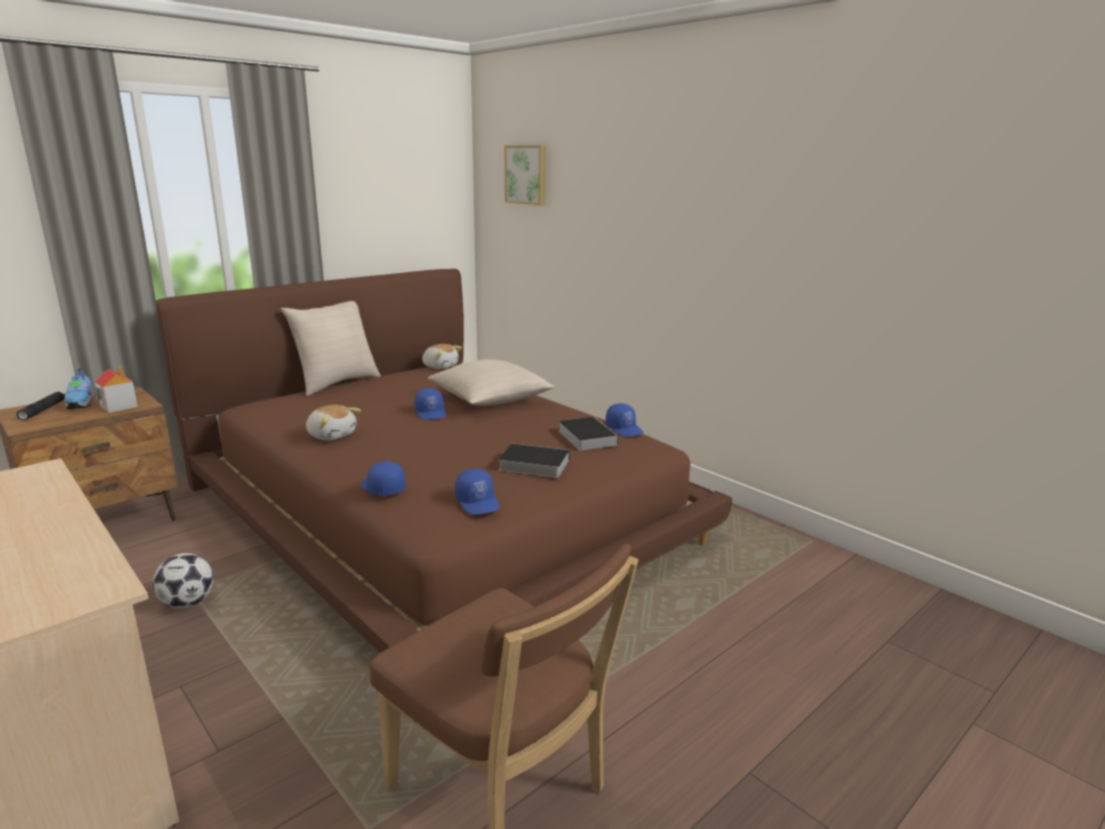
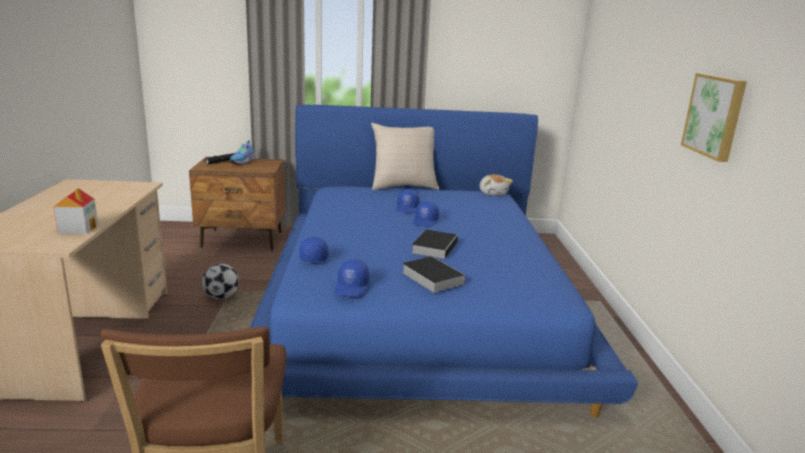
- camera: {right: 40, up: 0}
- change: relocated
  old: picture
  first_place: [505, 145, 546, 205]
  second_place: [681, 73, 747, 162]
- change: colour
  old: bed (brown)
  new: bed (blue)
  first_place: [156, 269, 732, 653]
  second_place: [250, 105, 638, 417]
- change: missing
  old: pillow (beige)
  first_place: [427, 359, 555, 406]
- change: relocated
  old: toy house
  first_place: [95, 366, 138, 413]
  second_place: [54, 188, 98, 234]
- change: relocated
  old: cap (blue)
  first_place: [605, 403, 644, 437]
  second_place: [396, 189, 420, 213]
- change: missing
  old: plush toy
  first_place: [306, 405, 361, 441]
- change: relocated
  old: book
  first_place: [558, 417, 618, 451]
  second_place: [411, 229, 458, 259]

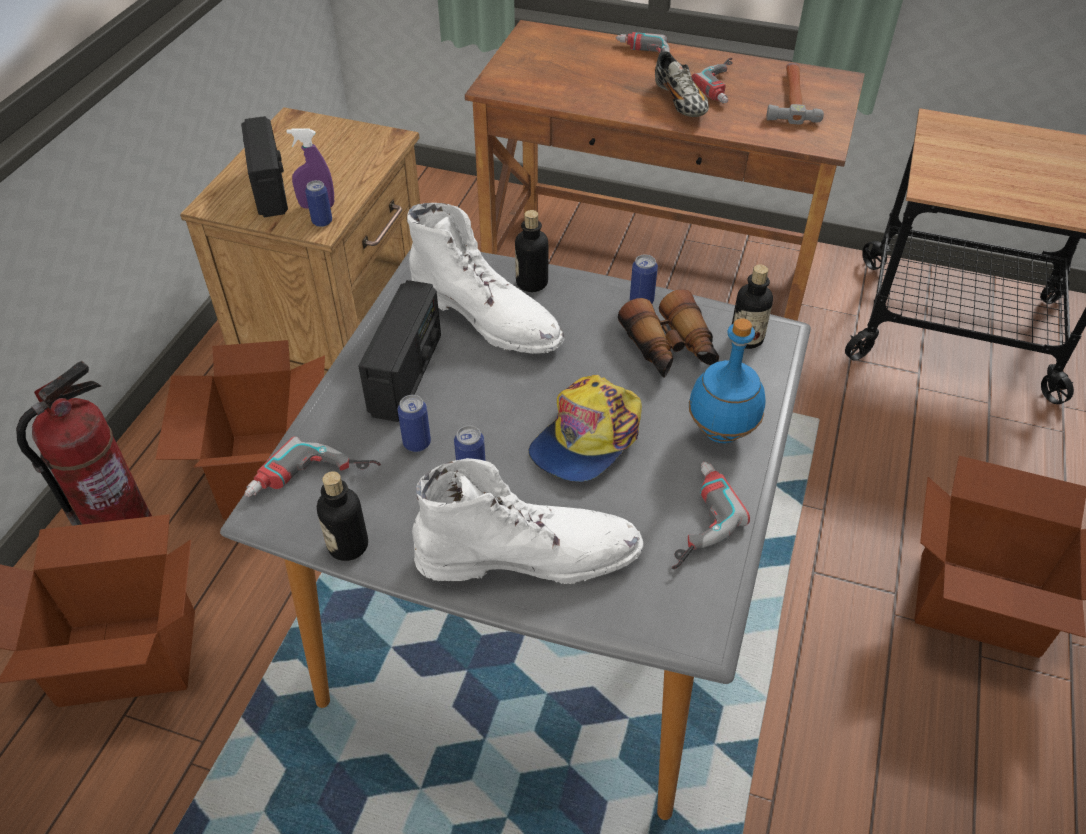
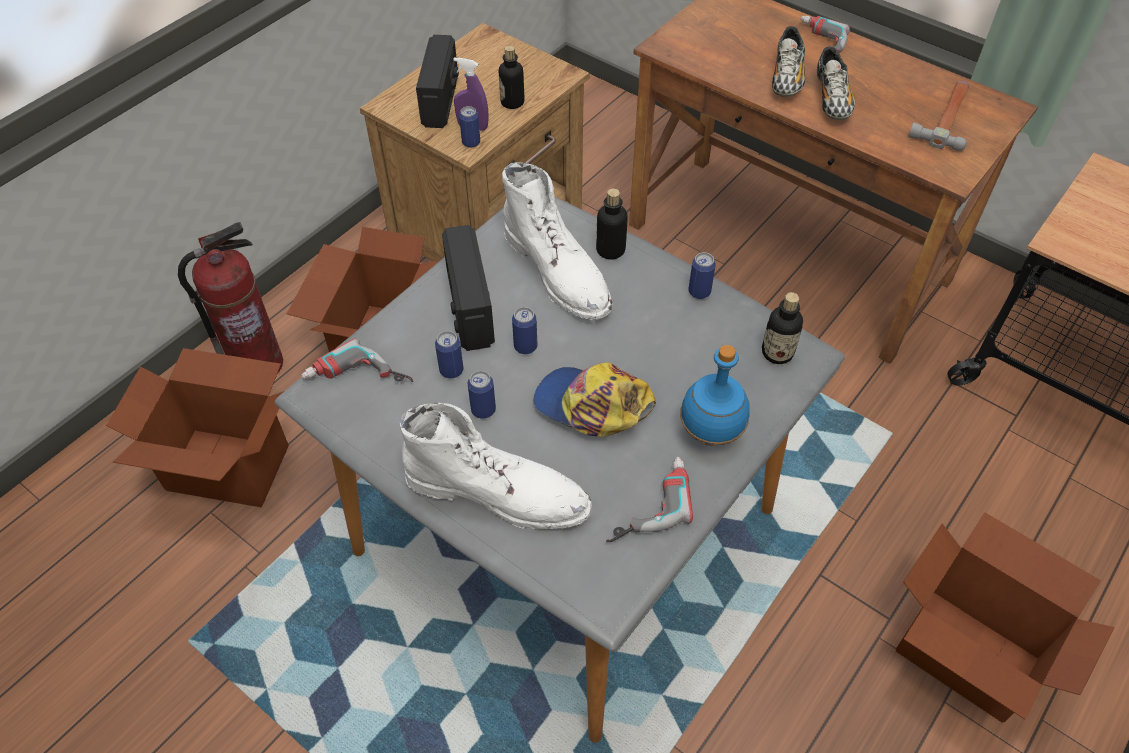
- camera: {right: 20, up: 5}
- change: missing
  old: power drill
  first_place: [692, 58, 733, 103]
- change: spun
  old: radio
  first_place: [358, 280, 441, 422]
  second_place: [442, 225, 495, 351]
  degrees: 135
- change: missing
  old: binoculars
  first_place: [618, 289, 719, 378]
- change: spun
  old: cap
  first_place: [528, 375, 642, 482]
  second_place: [534, 363, 656, 437]
  degrees: 60
- change: relocated
  old: bottle
  first_place: [317, 471, 368, 561]
  second_place: [499, 45, 524, 109]
- change: appeared
  new: shoe
  second_place: [772, 26, 805, 97]
- change: appeared
  new: can
  second_place: [512, 307, 537, 354]

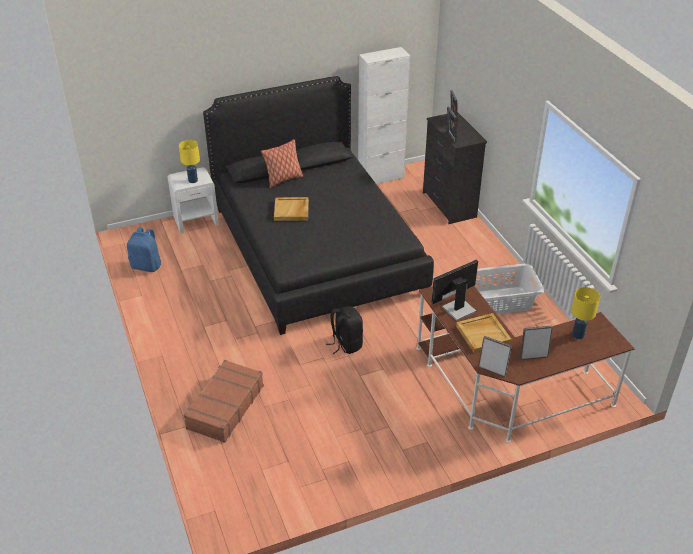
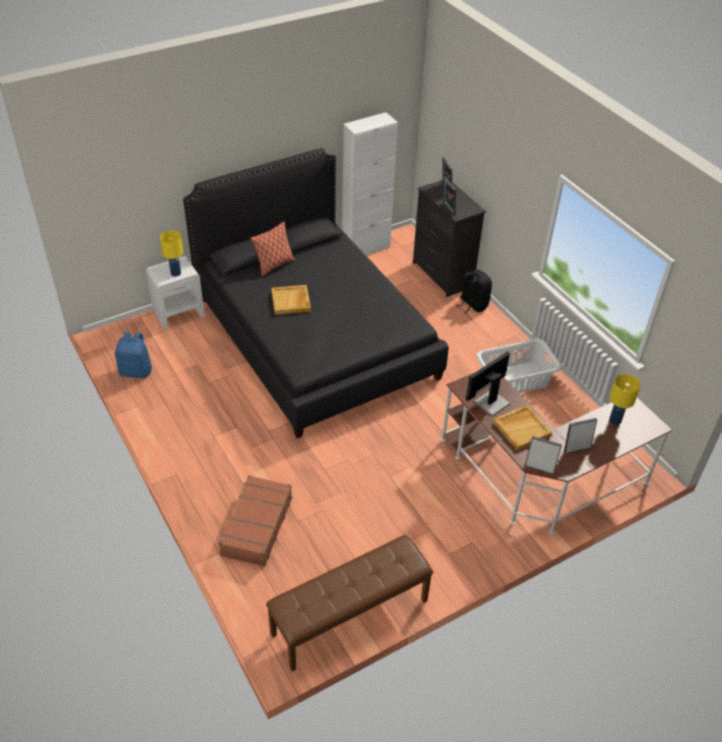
- camera: {right: -10, up: 5}
- change: relocated
  old: backpack (black)
  first_place: [326, 306, 363, 354]
  second_place: [456, 270, 492, 314]
- change: appeared
  new: bench (brown)
  second_place: [266, 535, 433, 671]

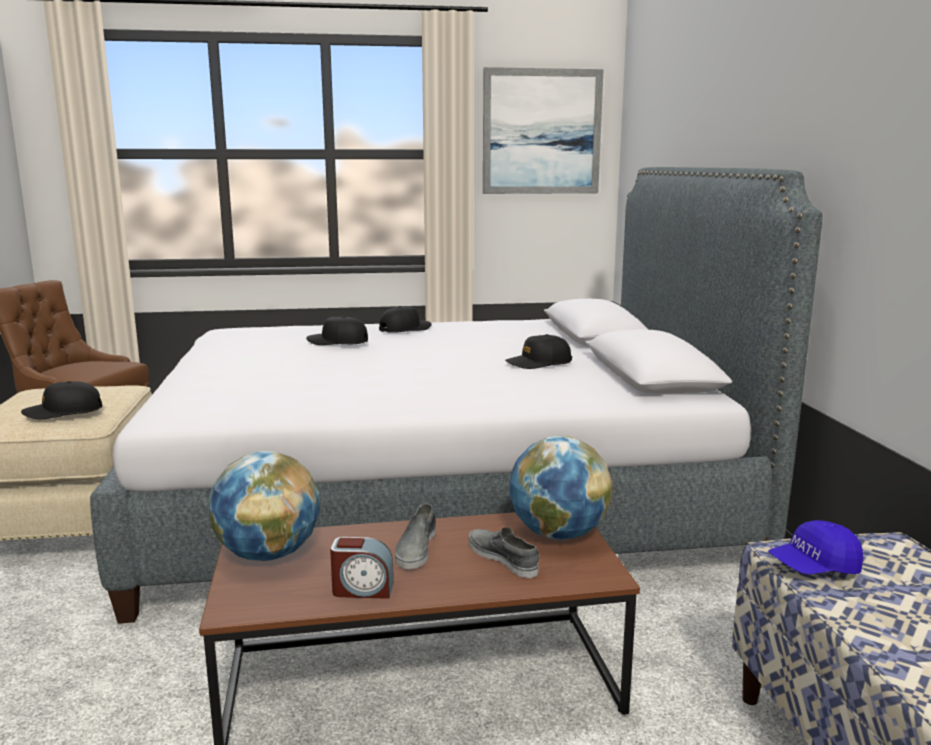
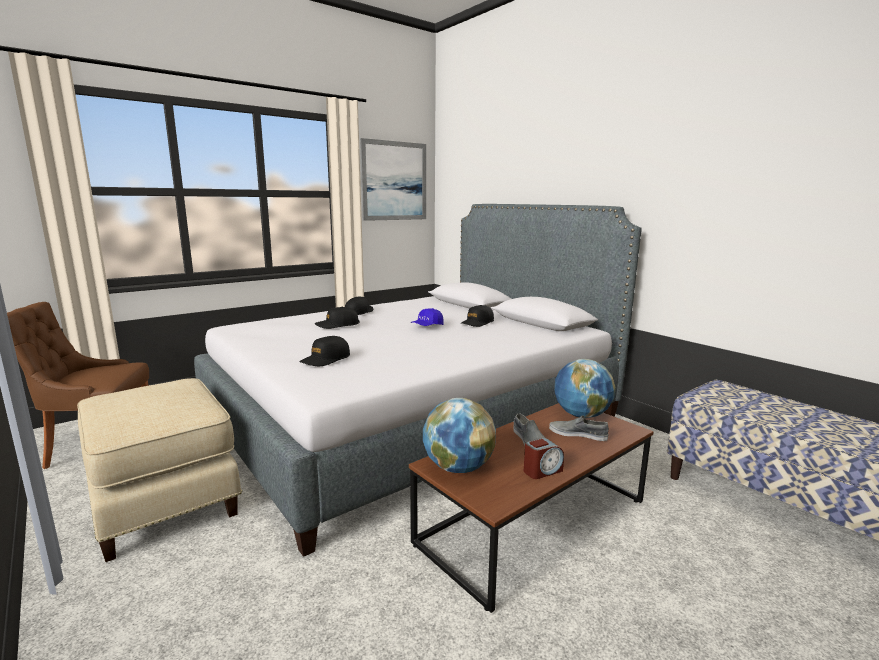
- camera: {right: -30, up: 0}
- change: relocated
  old: cap (black)
  first_place: [21, 381, 102, 419]
  second_place: [299, 336, 350, 366]
- change: relocated
  old: cap (blue)
  first_place: [768, 520, 863, 574]
  second_place: [411, 308, 443, 326]

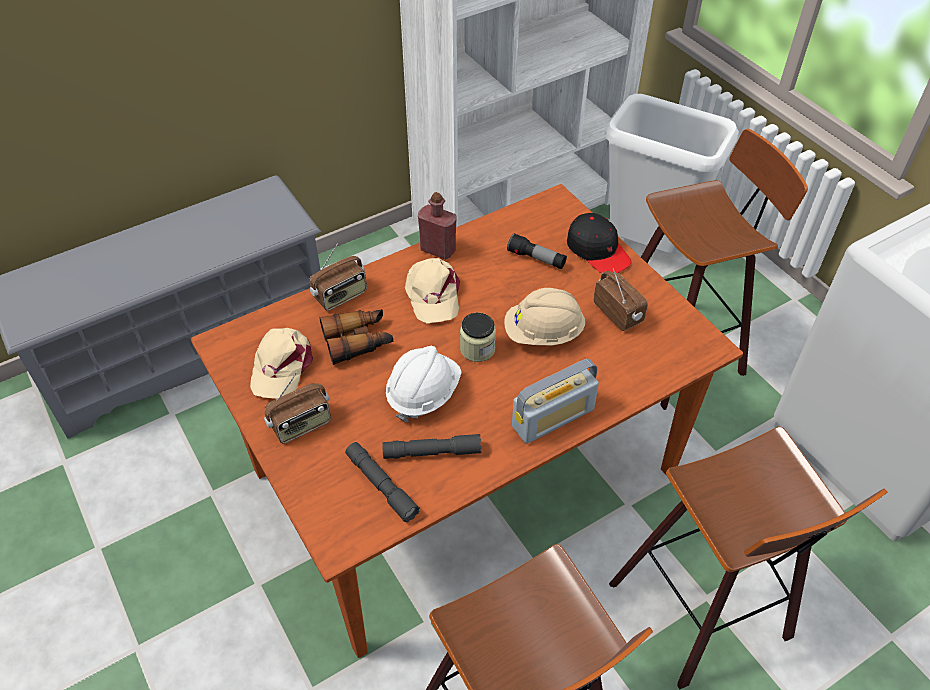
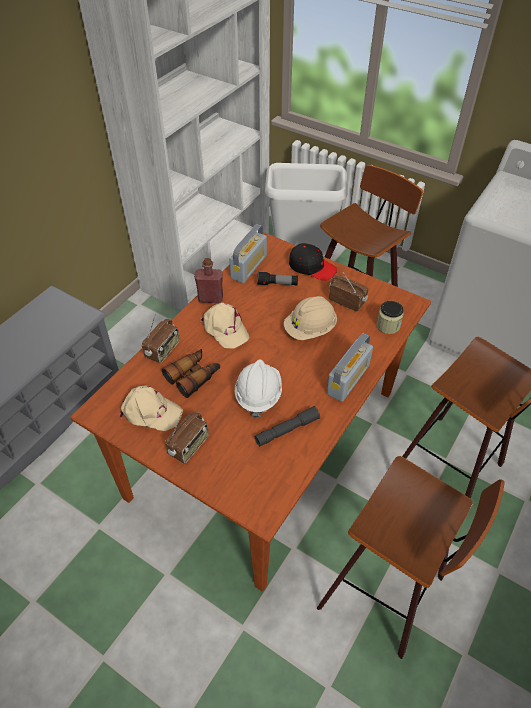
- camera: {right: -25, up: 0}
- change: relocated
  old: jar
  first_place: [460, 312, 496, 362]
  second_place: [376, 301, 404, 334]
- change: spun
  old: cap (beige)
  first_place: [250, 328, 313, 399]
  second_place: [119, 385, 183, 431]
  degrees: -60
- change: missing
  old: flashlight (grey)
  first_place: [345, 442, 420, 522]
- change: appeared
  new: radio
  second_place: [230, 224, 267, 283]

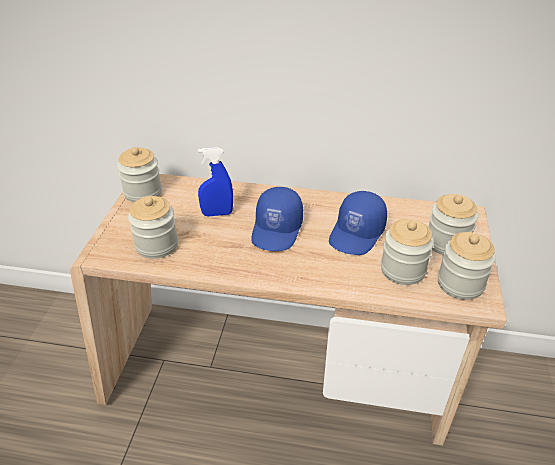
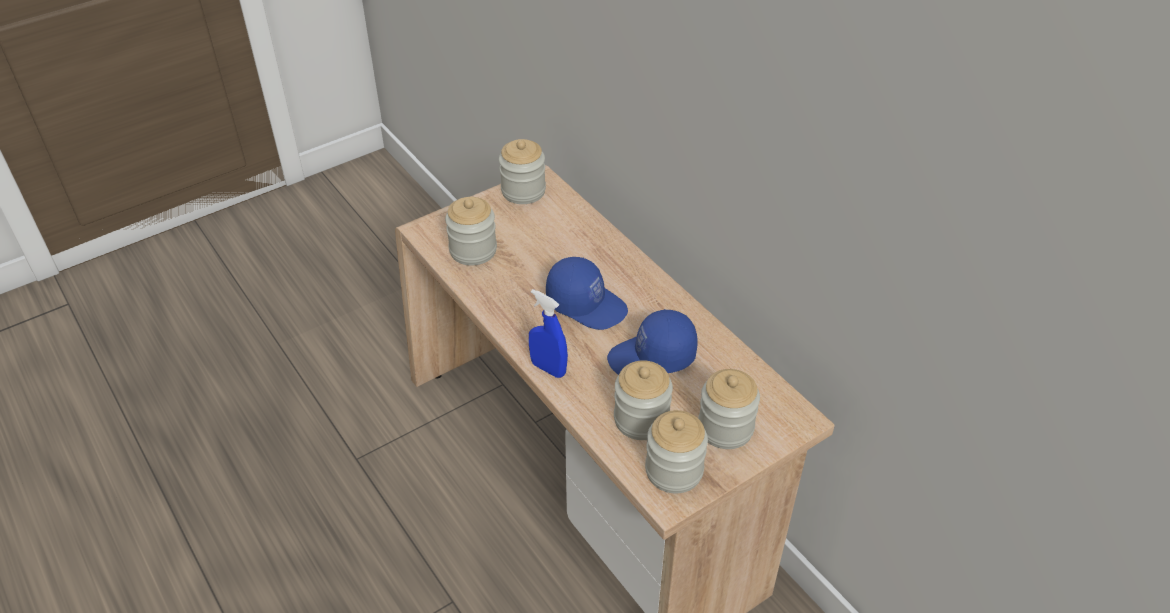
- camera: {right: 45, up: 5}
- change: relocated
  old: spray bottle (blue)
  first_place: [198, 147, 233, 217]
  second_place: [529, 289, 568, 378]
- change: spun
  old: cap (blue)
  first_place: [251, 187, 303, 251]
  second_place: [546, 257, 628, 330]
  degrees: -120

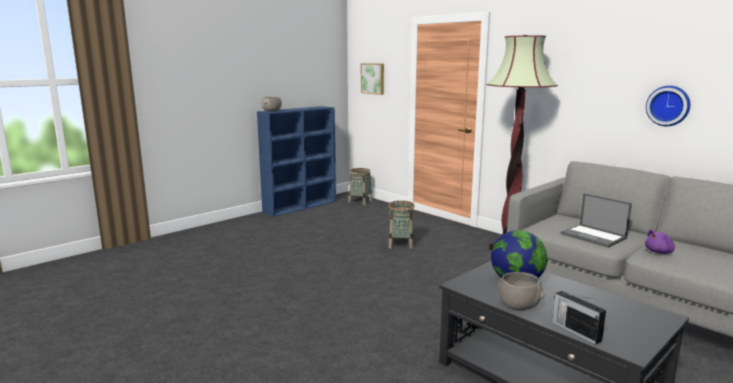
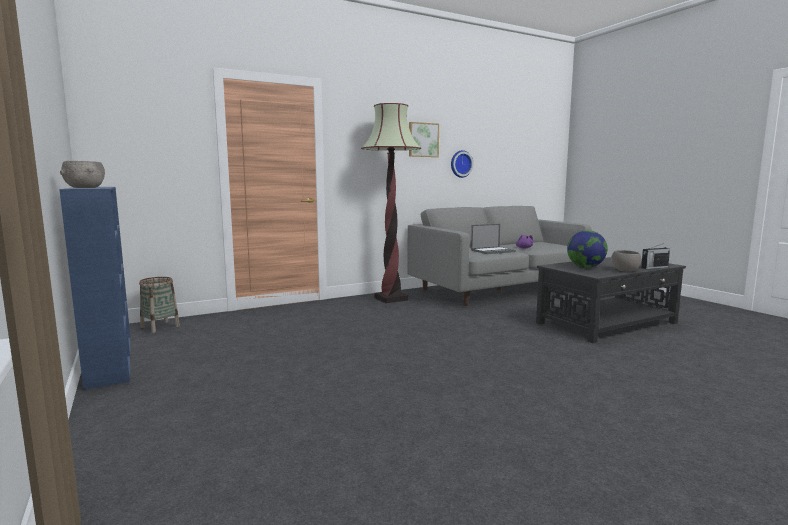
- camera: {right: -75, up: -5}
- change: relocated
  old: picture
  first_place: [361, 63, 384, 95]
  second_place: [409, 122, 439, 157]
- change: missing
  old: basket
  first_place: [388, 201, 415, 249]

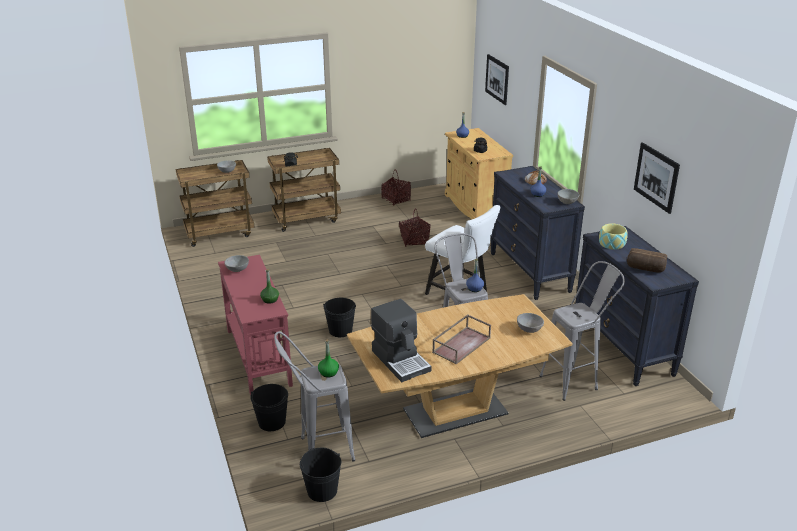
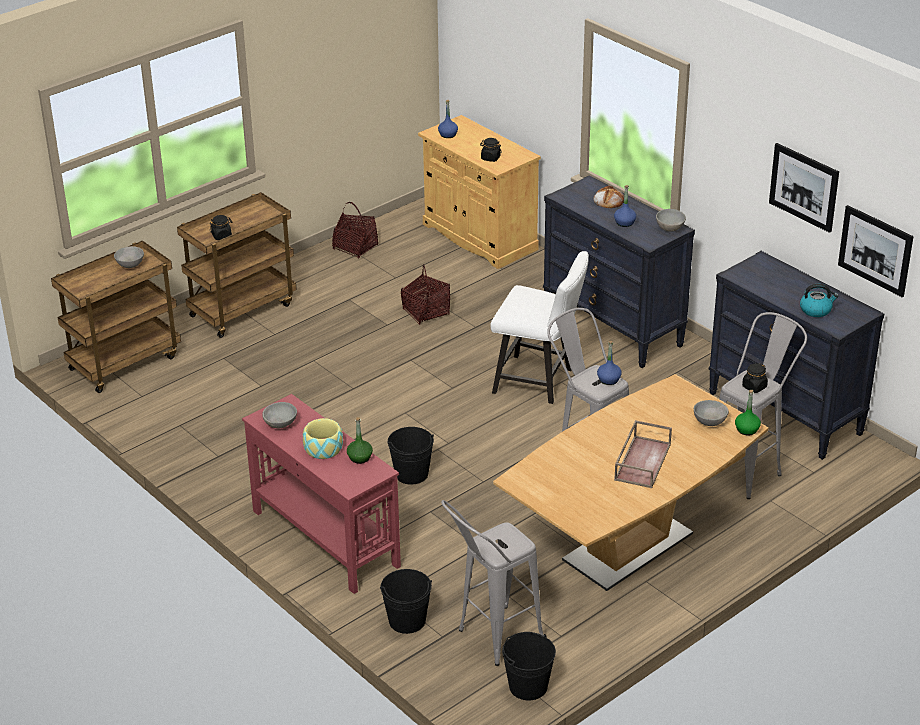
- camera: {right: -20, up: 5}
- change: relocated
  old: picture
  first_place: [485, 54, 509, 105]
  second_place: [838, 205, 913, 297]
- change: relocated
  old: bowl
  first_place: [599, 224, 628, 250]
  second_place: [303, 418, 343, 459]
- change: exchanged
  old: bread
  new: kettle
  first_place: [627, 248, 667, 273]
  second_place: [800, 284, 839, 317]
- change: missing
  old: coffee machine
  first_place: [371, 299, 431, 382]
- change: relocated
  old: bottle (green)
  first_place: [318, 339, 339, 377]
  second_place: [735, 390, 761, 436]
- change: appeared
  new: jar (black)
  second_place: [742, 364, 768, 393]

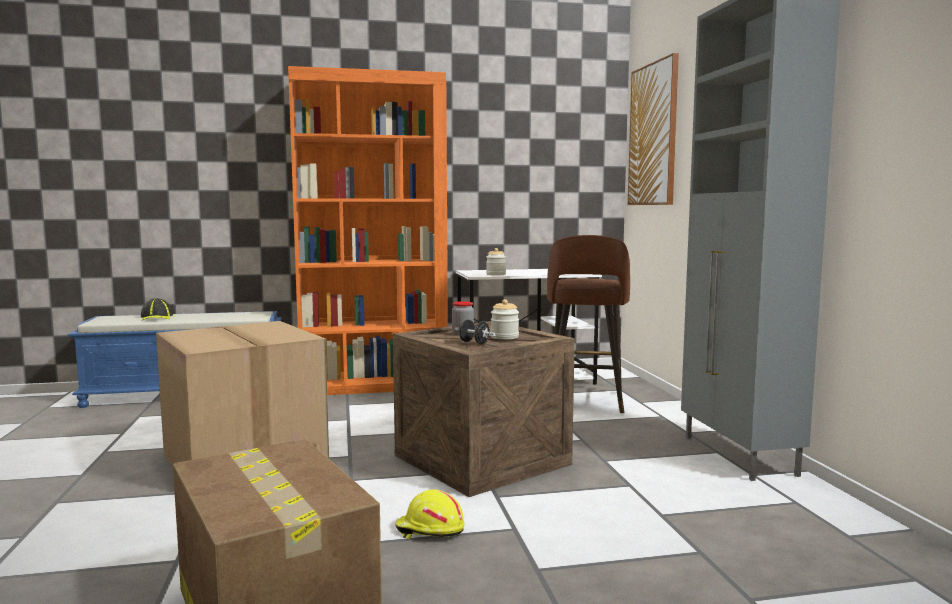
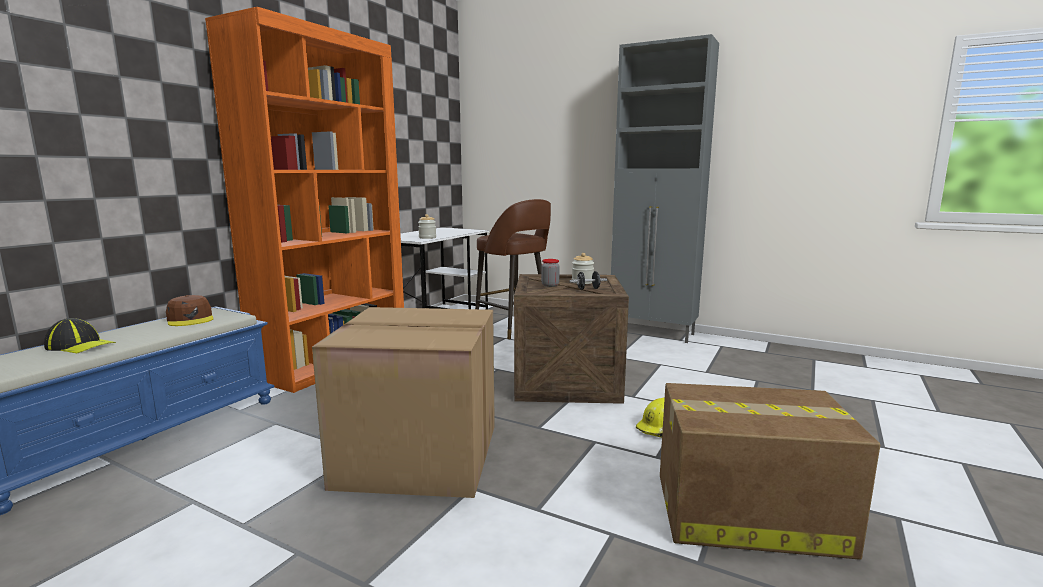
- camera: {right: -50, up: 5}
- change: missing
  old: picture
  first_place: [628, 53, 679, 205]
- change: appeared
  new: cap (brown)
  second_place: [166, 295, 214, 326]

